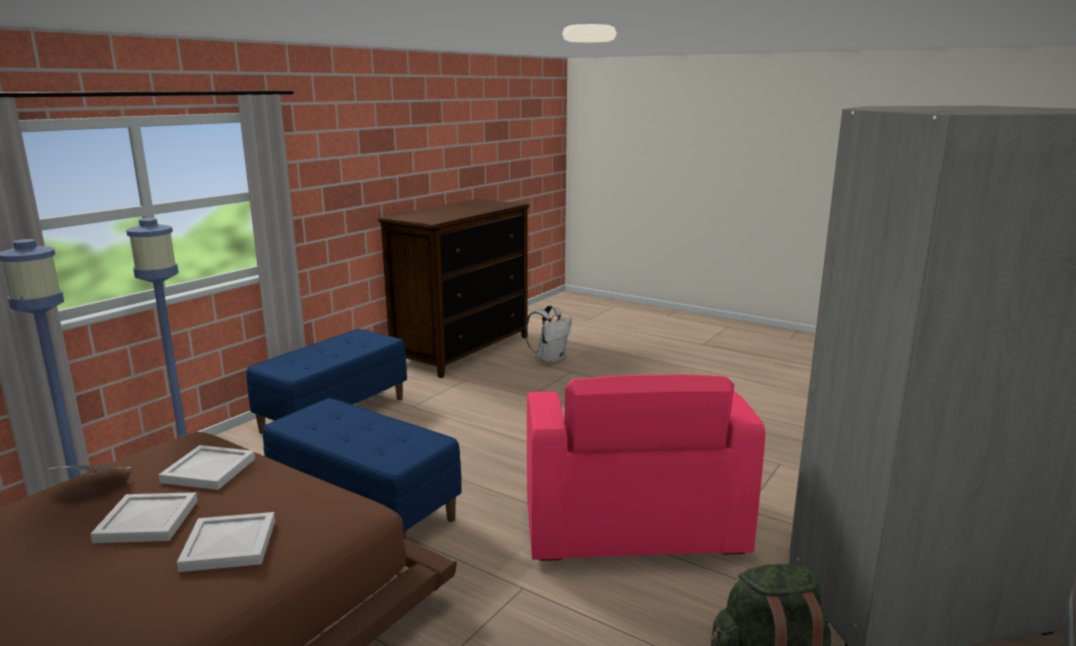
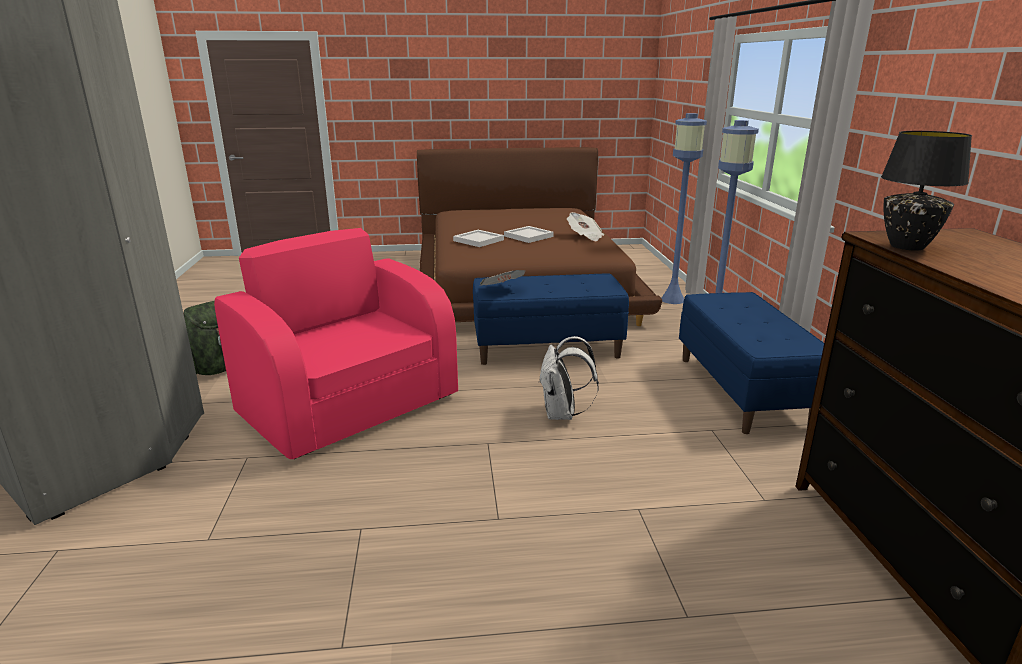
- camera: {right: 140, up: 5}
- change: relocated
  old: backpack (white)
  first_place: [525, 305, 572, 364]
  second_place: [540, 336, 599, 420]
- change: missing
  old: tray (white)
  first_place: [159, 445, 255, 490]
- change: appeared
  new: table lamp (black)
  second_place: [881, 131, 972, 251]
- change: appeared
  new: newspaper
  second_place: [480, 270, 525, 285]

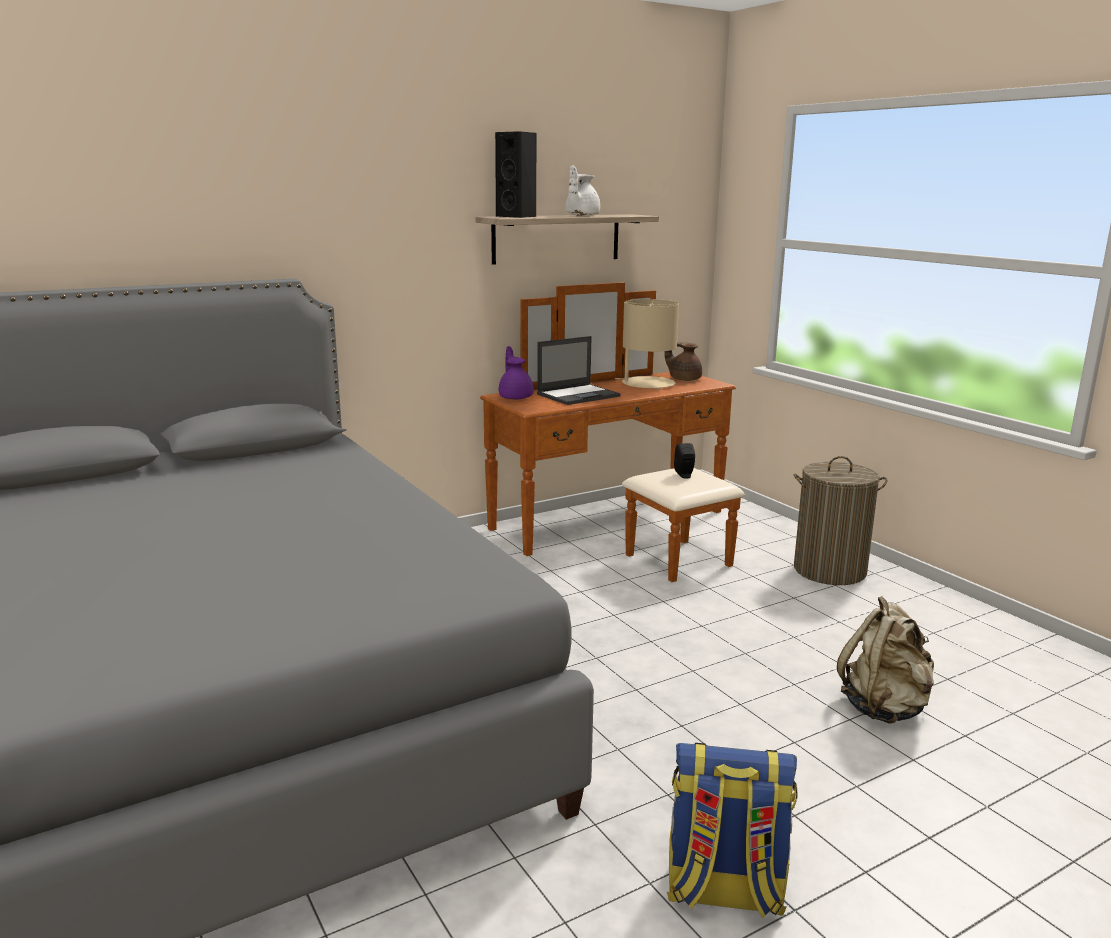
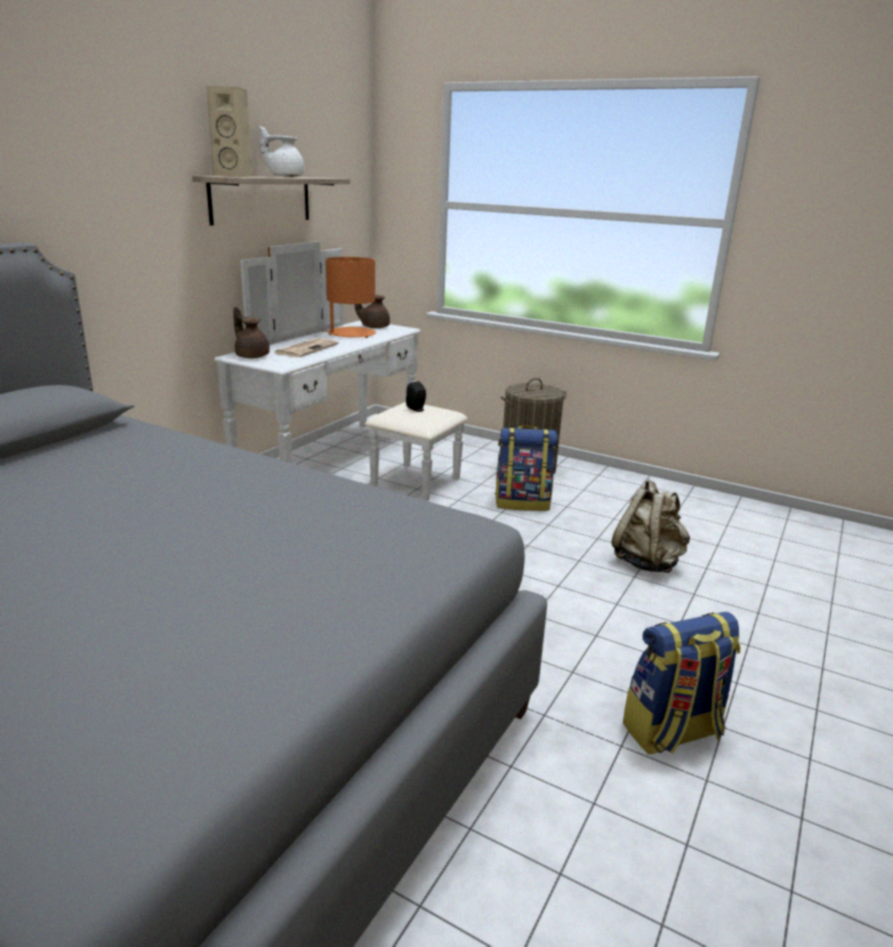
- camera: {right: -30, up: 5}
- change: colour
  old: speaker (black)
  new: speaker (beige)
  first_place: [495, 131, 537, 218]
  second_place: [207, 86, 252, 177]
- change: spun
  old: teapot (white)
  first_place: [565, 165, 600, 216]
  second_place: [260, 126, 305, 177]
  degrees: 90
- change: colour
  old: dresser (brown)
  new: dresser (white)
  first_place: [480, 282, 745, 582]
  second_place: [214, 241, 467, 501]
- change: colour
  old: table lamp (beige)
  new: table lamp (orange)
  first_place: [615, 299, 679, 390]
  second_place: [322, 257, 376, 338]
- change: exchanged
  old: laptop
  new: newspaper
  first_place: [537, 336, 621, 405]
  second_place: [274, 338, 338, 357]
- change: colour
  old: teapot (purple)
  new: teapot (brown)
  first_place: [499, 346, 534, 400]
  second_place: [233, 307, 270, 358]
- change: appeared
  new: backpack
  second_place: [495, 426, 558, 511]

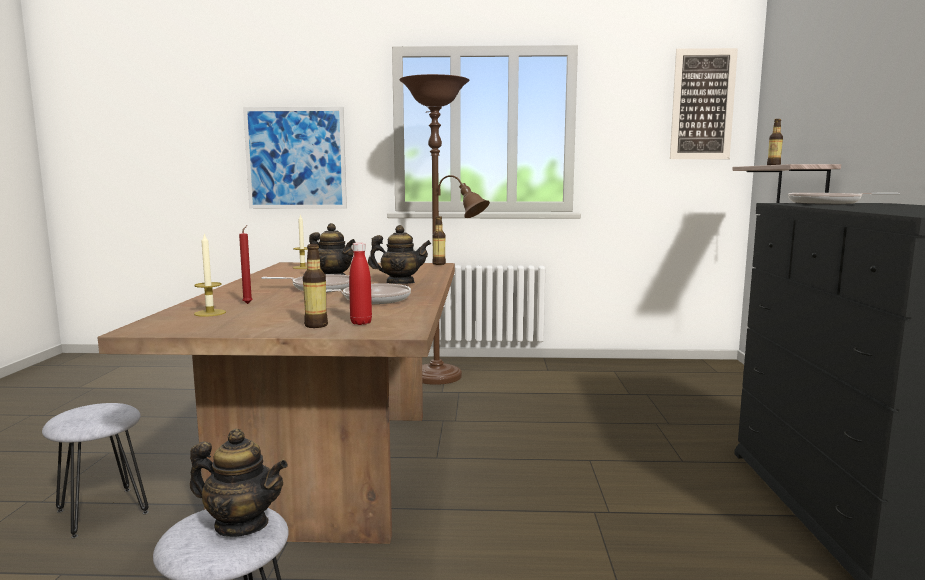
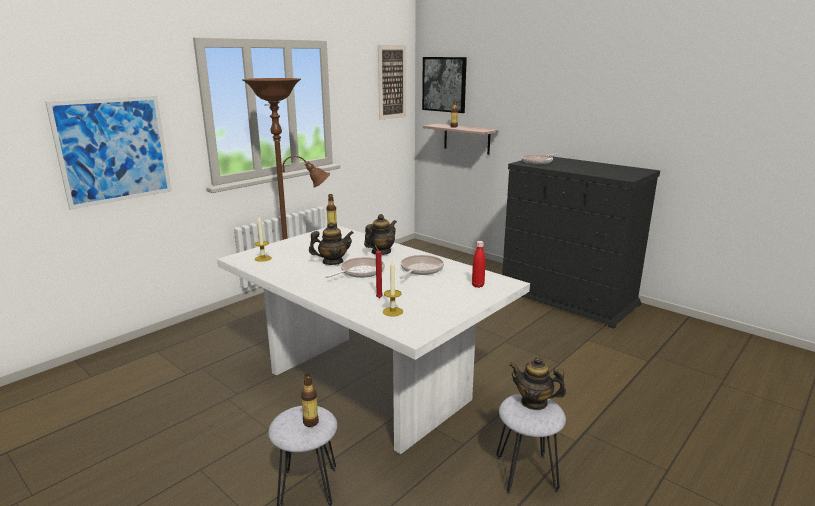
- camera: {right: -50, up: 10}
- change: relocated
  old: bottle
  first_place: [303, 244, 328, 328]
  second_place: [301, 373, 319, 427]
- change: colour
  old: dining table (brown)
  new: dining table (white)
  first_place: [97, 262, 455, 544]
  second_place: [217, 225, 530, 454]
- change: spun
  old: teapot
  first_place: [190, 429, 288, 537]
  second_place: [509, 356, 566, 410]
  degrees: -120
- change: appeared
  new: picture
  second_place: [422, 57, 467, 113]

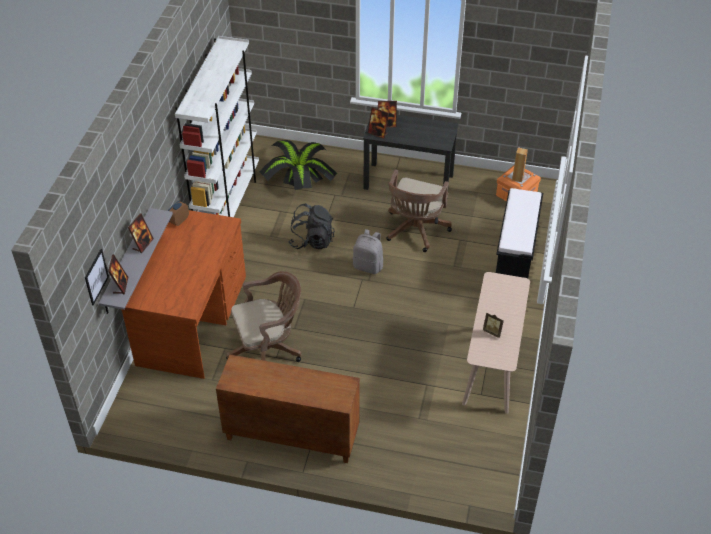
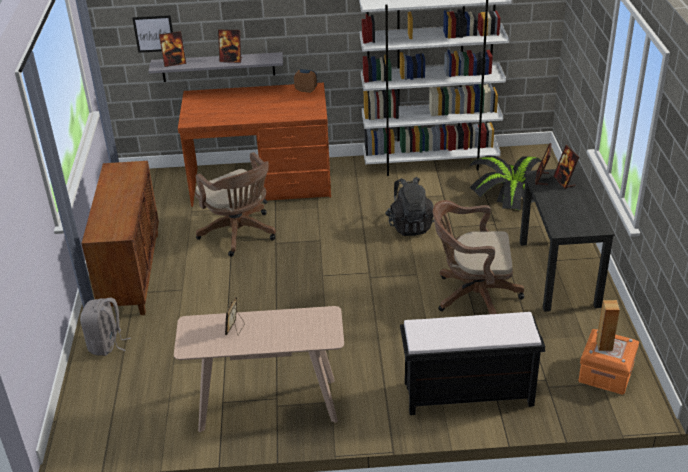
- camera: {right: 75, up: -10}
- change: relocated
  old: backpack (grey)
  first_place: [353, 229, 383, 274]
  second_place: [80, 298, 131, 356]

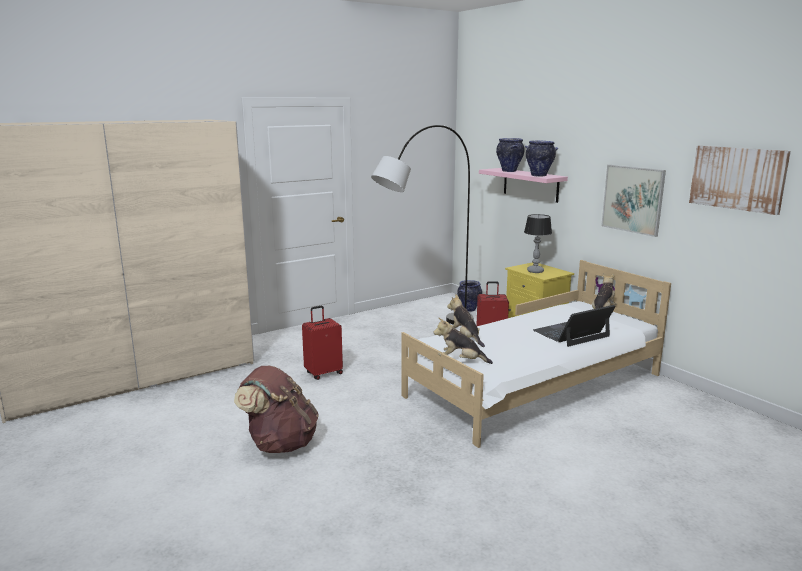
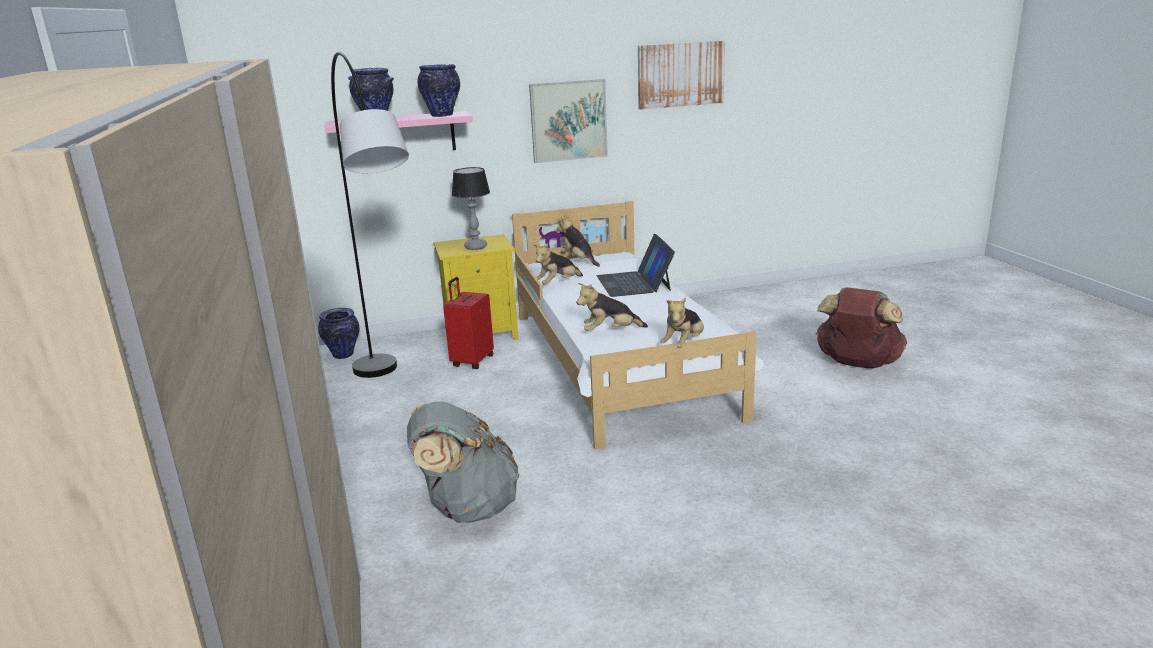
- camera: {right: -70, up: 5}
- change: exchanged
  old: suitcase (red)
  new: backpack (grey)
  first_place: [302, 306, 343, 380]
  second_place: [407, 402, 520, 523]
- change: relocated
  old: backpack (brown)
  first_place: [234, 365, 318, 453]
  second_place: [816, 287, 907, 368]
- change: appeared
  new: plush toy
  second_place: [533, 243, 583, 285]

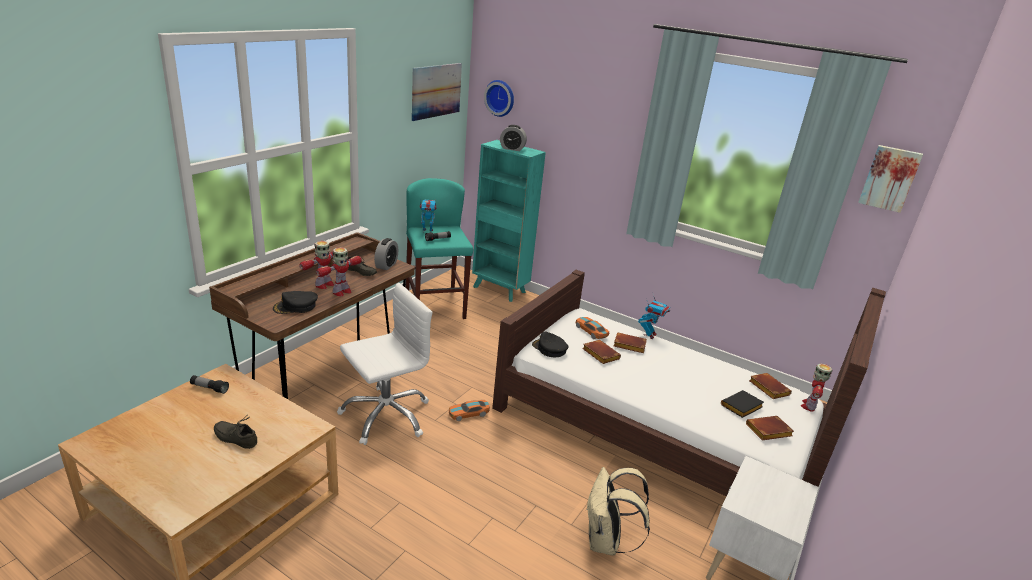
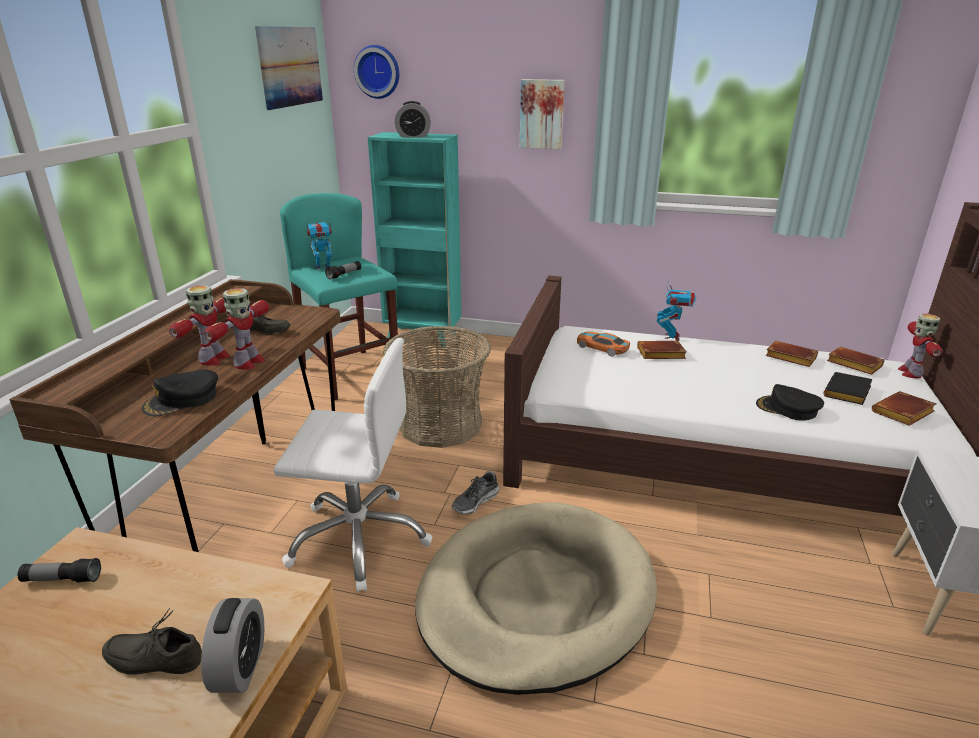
- camera: {right: -15, up: 0}
- change: relocated
  old: picture
  first_place: [858, 145, 923, 213]
  second_place: [520, 79, 565, 149]
- change: relocated
  old: alarm clock
  first_place: [374, 238, 398, 270]
  second_place: [201, 598, 264, 693]
- change: spun
  old: office chair (white)
  first_place: [337, 283, 432, 445]
  second_place: [273, 338, 432, 592]
  degrees: 60
- change: relocated
  old: cap (black)
  first_place: [532, 332, 569, 357]
  second_place: [756, 384, 824, 420]
- change: relocated
  old: book (brown)
  first_place: [582, 340, 621, 364]
  second_place: [765, 341, 818, 367]
- change: exchanged
  old: toy car
  new: shoe
  first_place: [449, 400, 490, 421]
  second_place: [452, 471, 499, 514]
- change: missing
  old: backpack (beige)
  first_place: [586, 467, 650, 556]
- change: appeared
  new: basket
  second_place: [383, 326, 491, 448]
- change: appeared
  new: dog bed (beige)
  second_place: [415, 502, 657, 695]

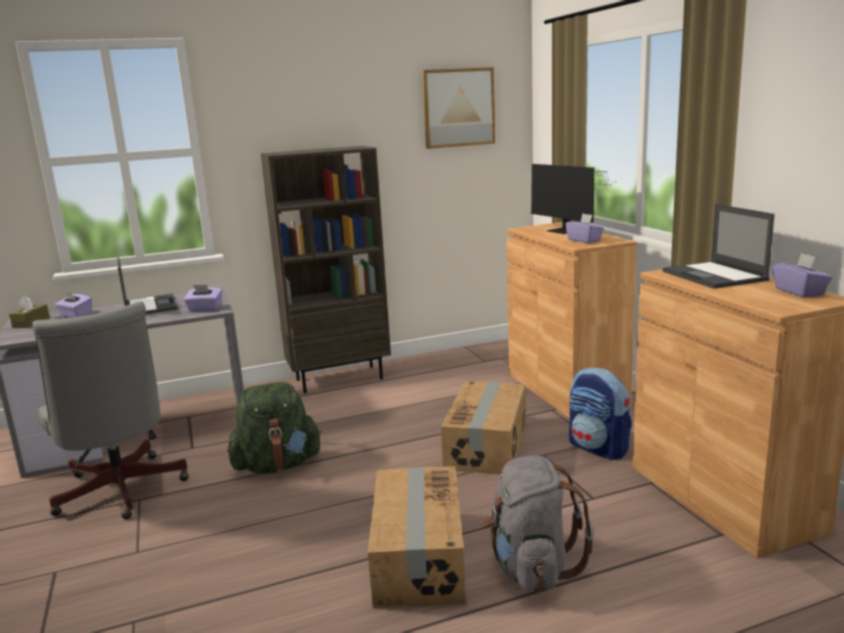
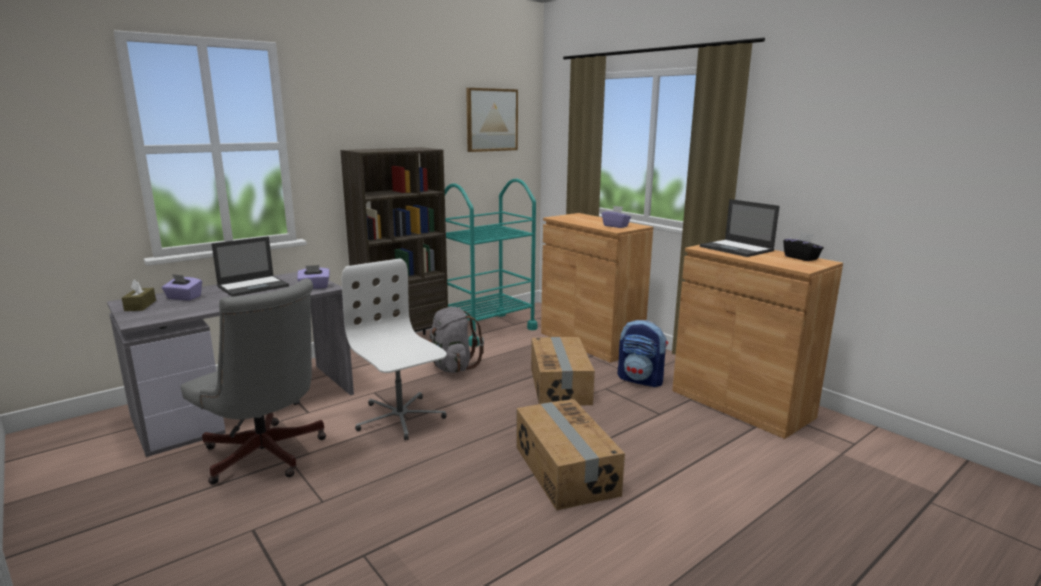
- camera: {right: -20, up: 0}
- change: missing
  old: monitor
  first_place: [531, 164, 613, 234]
- change: colour
  old: tissue box (purple)
  new: tissue box (black)
  first_place: [773, 253, 832, 298]
  second_place: [783, 232, 823, 261]
- change: spun
  old: laptop
  first_place: [117, 257, 178, 314]
  second_place: [212, 236, 289, 297]
  degrees: 90
- change: exchanged
  old: backpack (green)
  new: office chair (white)
  first_place: [228, 382, 322, 474]
  second_place: [342, 259, 447, 440]
- change: relocated
  old: backpack (grey)
  first_place: [481, 455, 594, 592]
  second_place: [428, 307, 484, 373]
- change: appeared
  new: cart (turquoise)
  second_place: [445, 179, 537, 347]

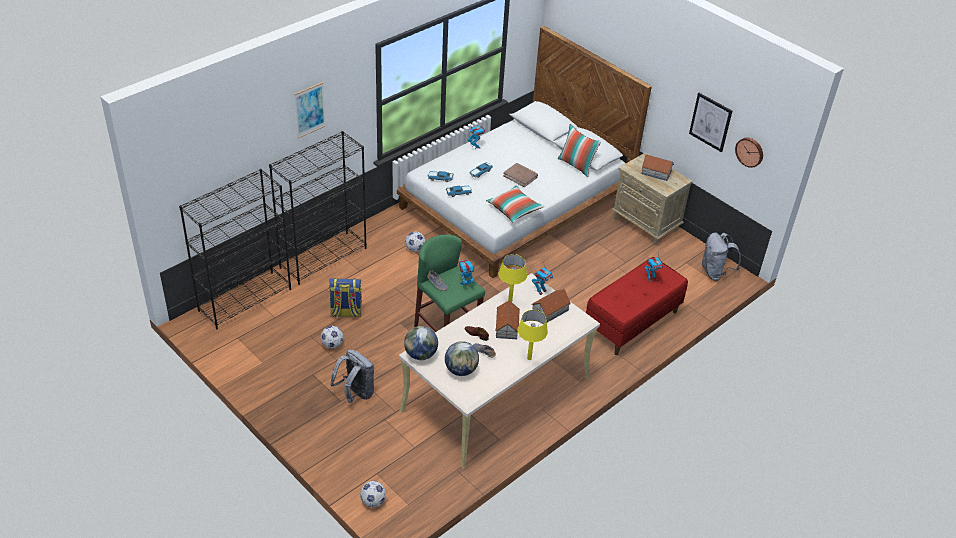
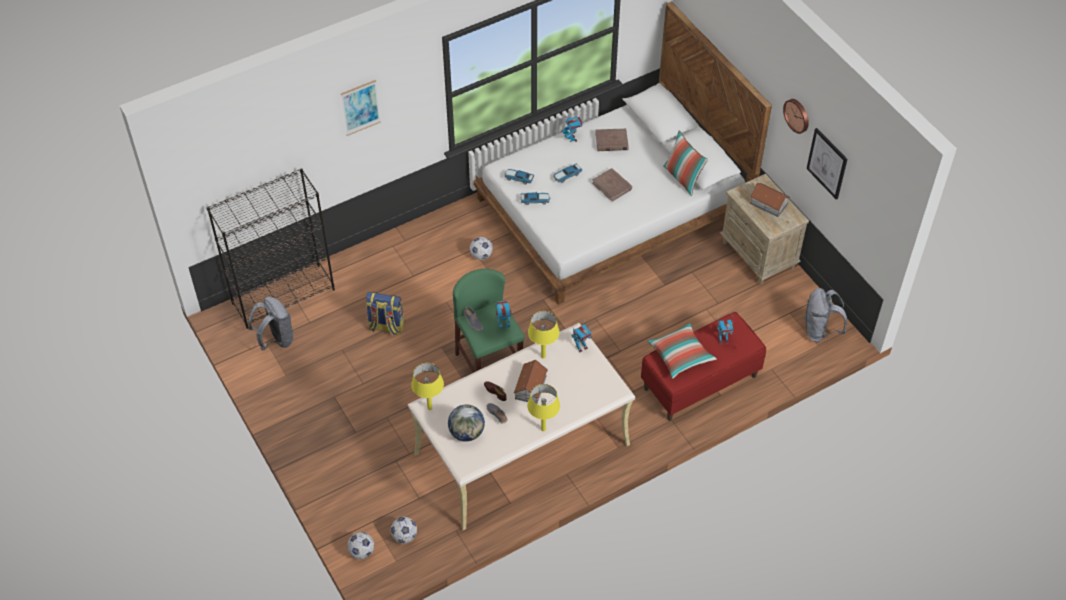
- camera: {right: 15, up: 10}
- change: missing
  old: bookcase (black)
  first_place: [269, 131, 367, 285]
- change: relocated
  old: wall clock
  first_place: [735, 138, 763, 168]
  second_place: [783, 99, 809, 134]
- change: relocated
  old: pillow
  first_place: [486, 185, 545, 223]
  second_place: [647, 322, 717, 379]
- change: missing
  old: toy house
  first_place: [531, 289, 571, 322]
- change: relocated
  old: football
  first_place: [321, 326, 343, 348]
  second_place: [391, 517, 417, 544]
- change: exchanged
  old: globe
  new: table lamp (yellow)
  first_place: [404, 326, 438, 360]
  second_place: [411, 363, 444, 410]
- change: relocated
  old: backpack (grey)
  first_place: [330, 349, 374, 403]
  second_place: [248, 297, 294, 351]
- change: appeared
  new: book (brown)
  second_place: [595, 128, 629, 151]

